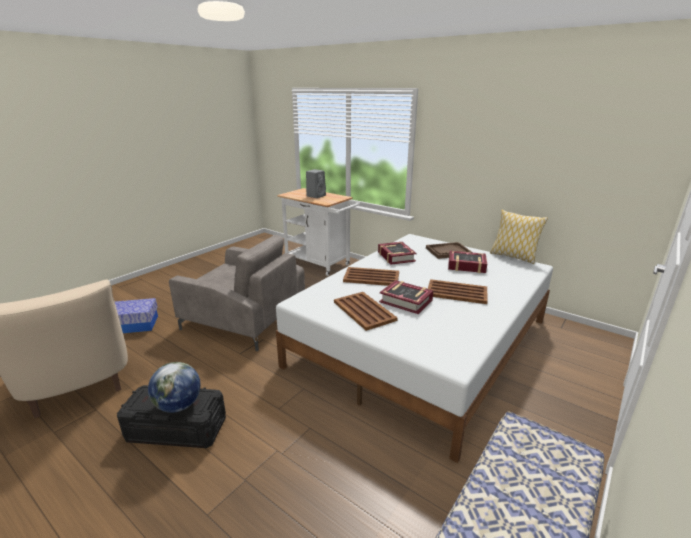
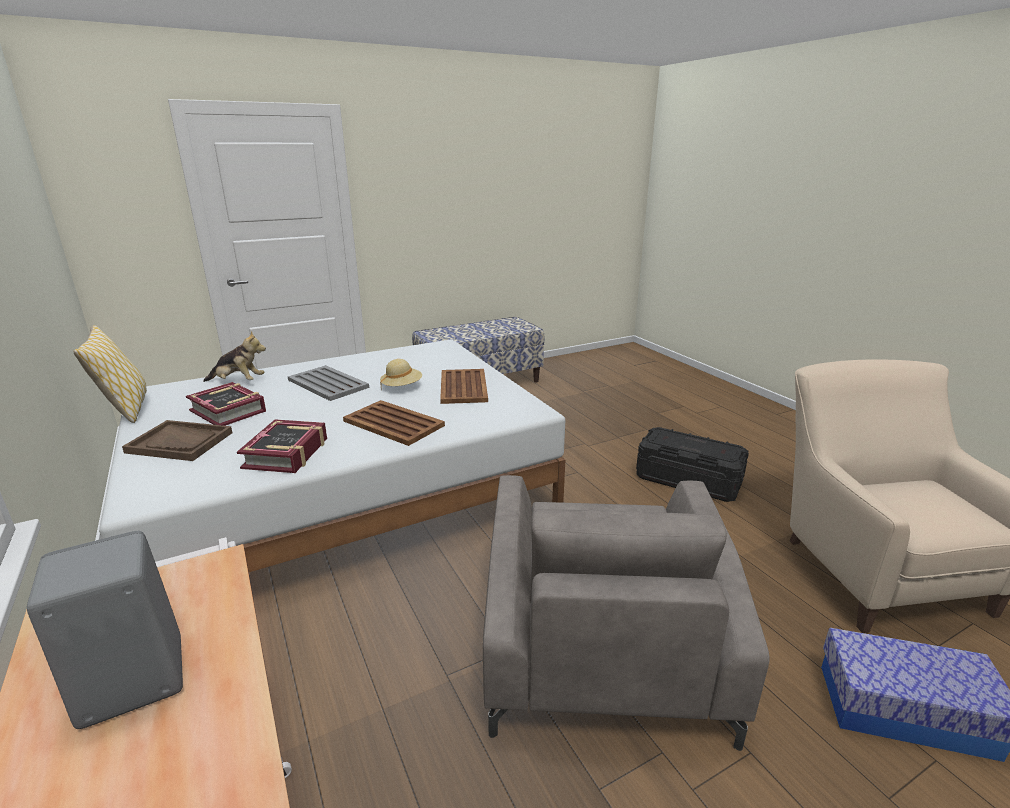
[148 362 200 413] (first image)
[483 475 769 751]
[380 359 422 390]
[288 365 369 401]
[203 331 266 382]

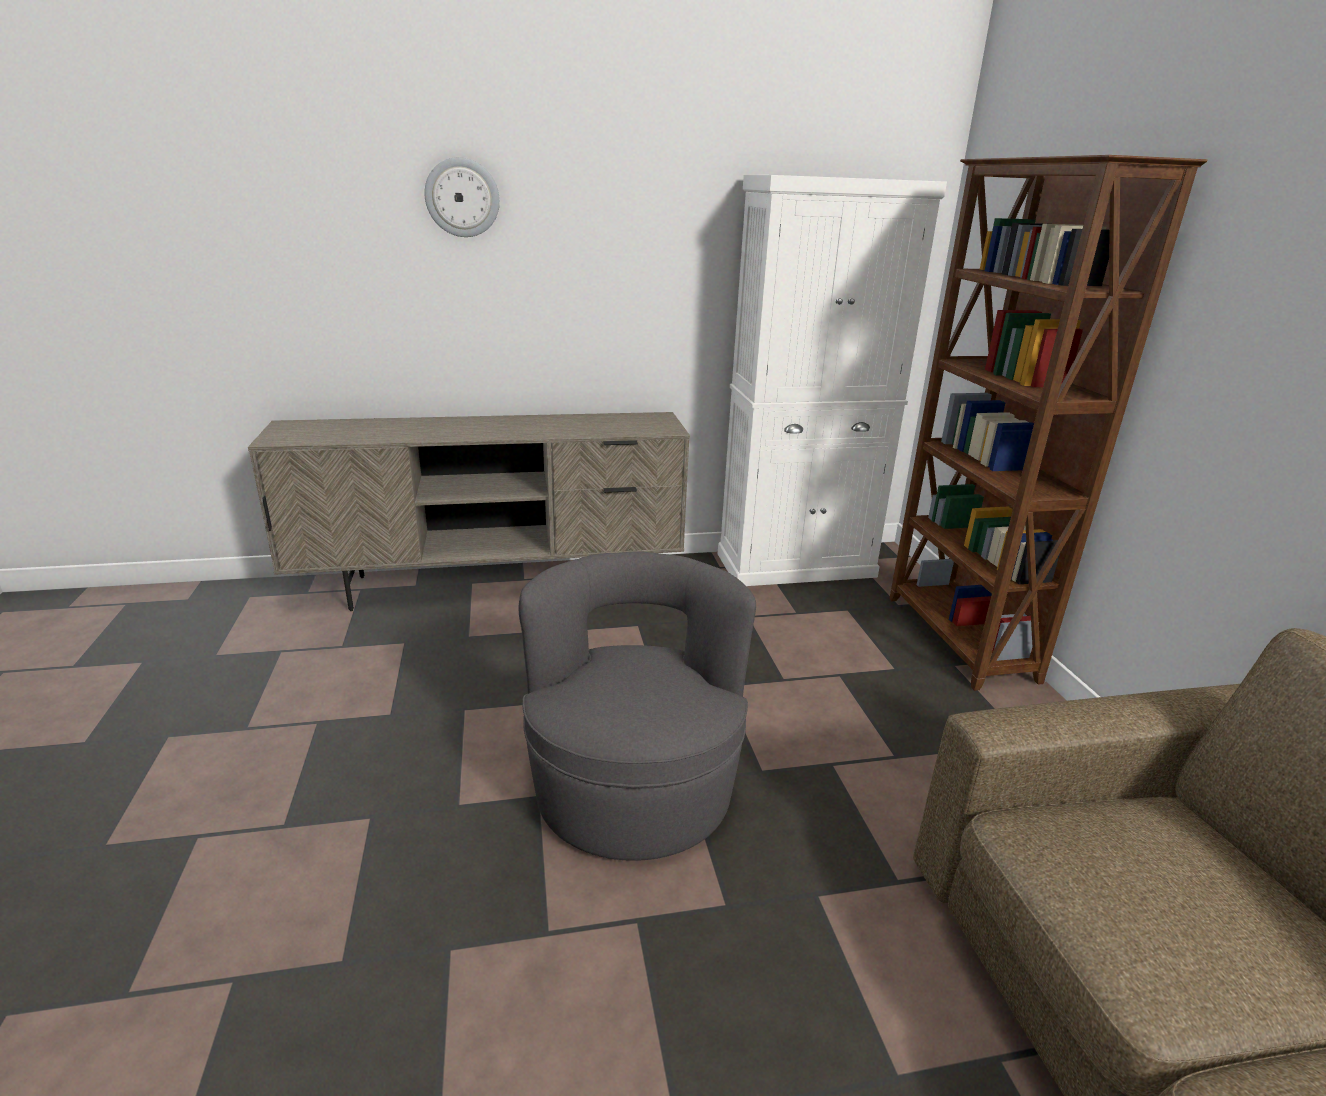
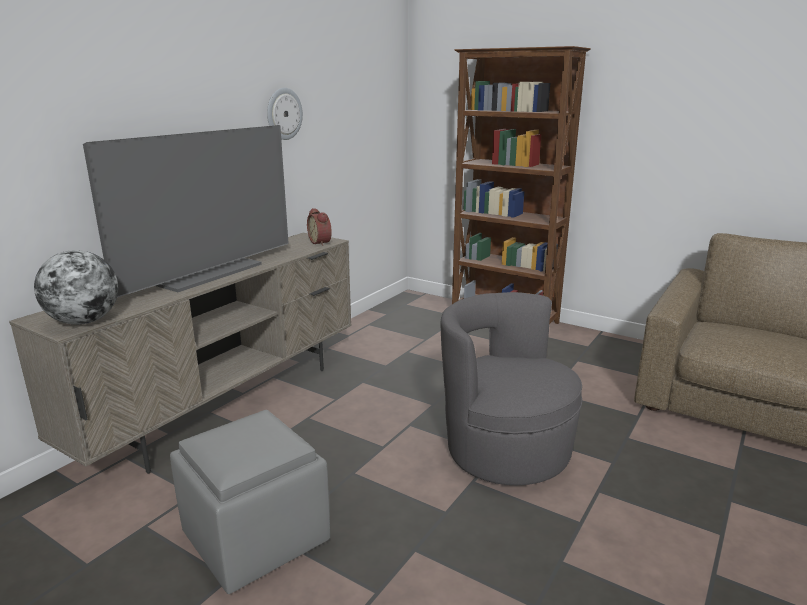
[267 88 303 140]
[718 175 947 586] (first image)
[34 250 118 325]
[83 125 289 298]
[170 410 330 594]
[307 208 332 246]

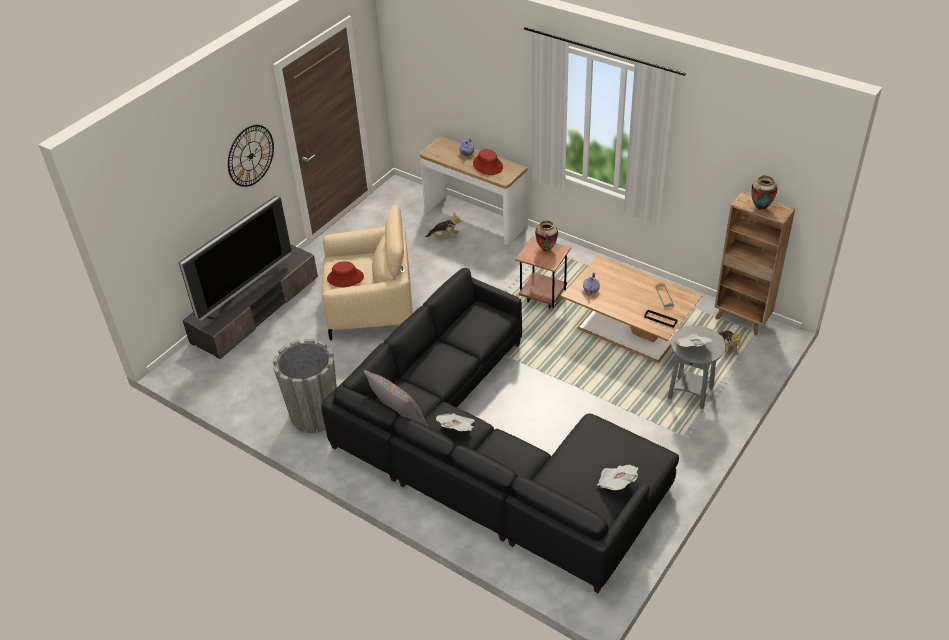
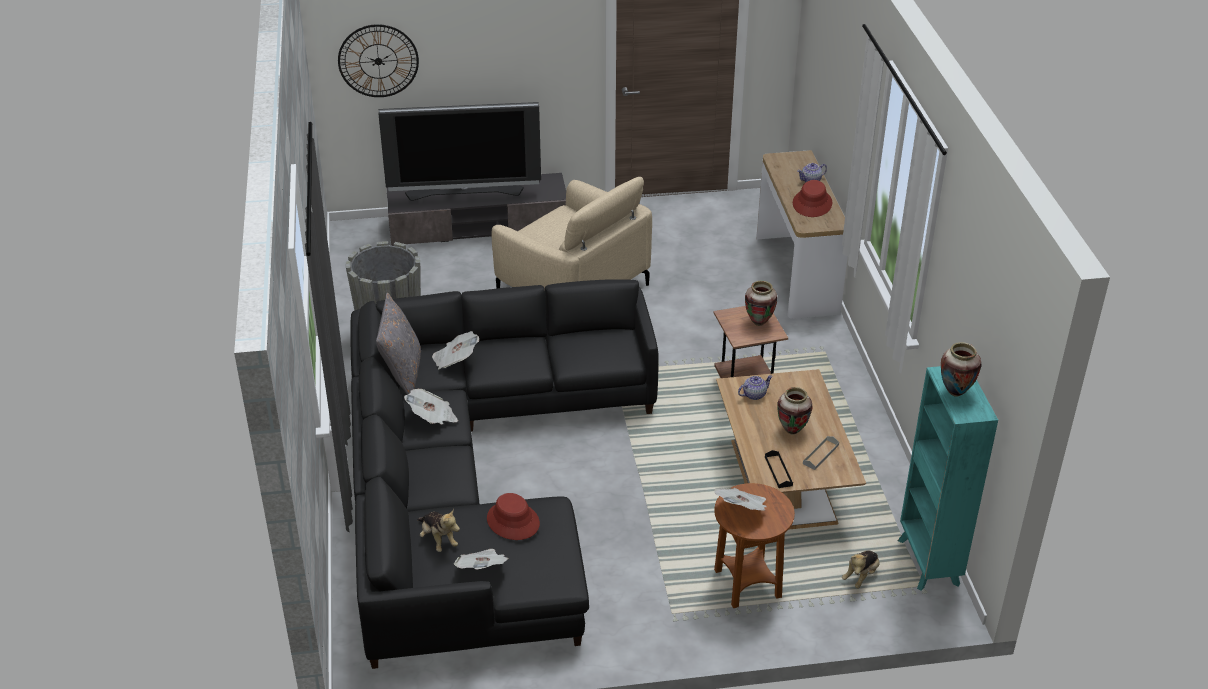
[338 24 419 97]
[487 493 540 540]
[417 509 460 552]
[714 483 795 608]
[898 366 998 591]
[432 331 479 369]
[777 387 813 434]

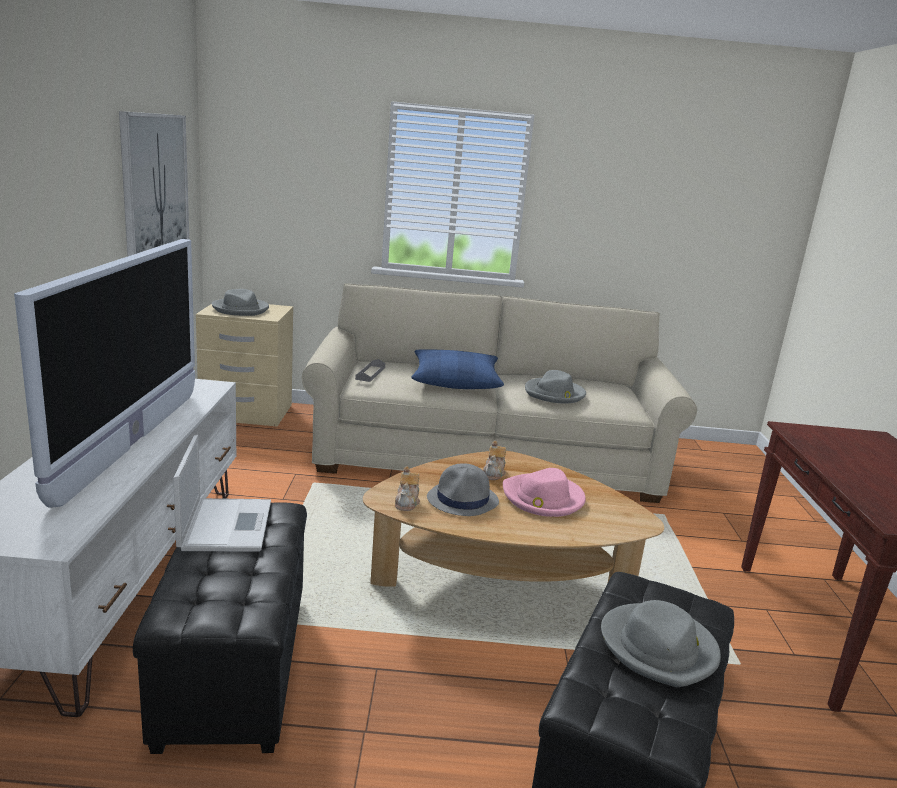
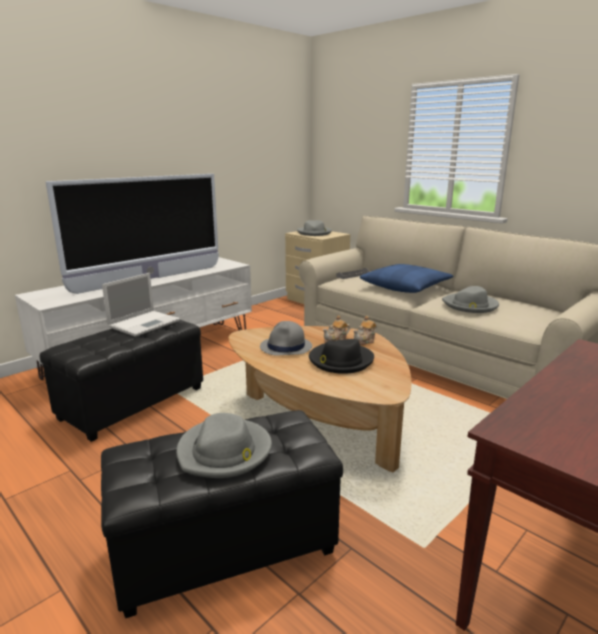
[119 111 189 257] (first image)
[353 316 377 345]
[309 339 374 374]

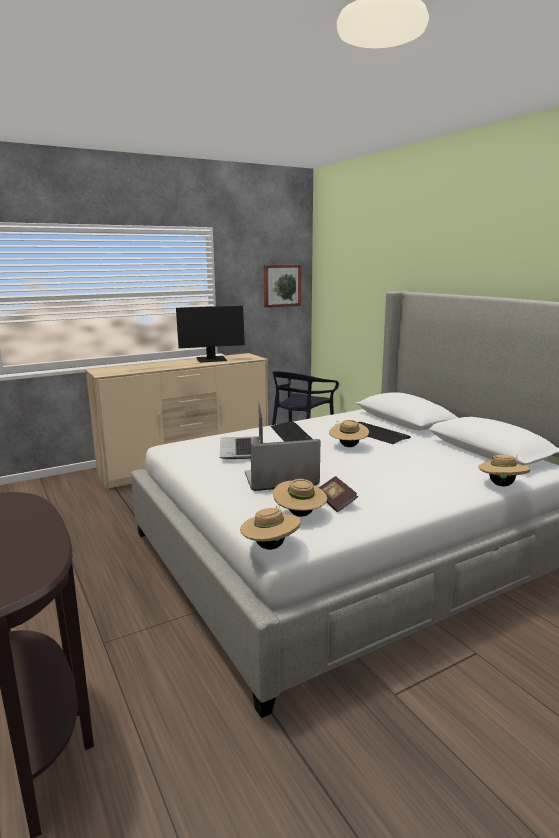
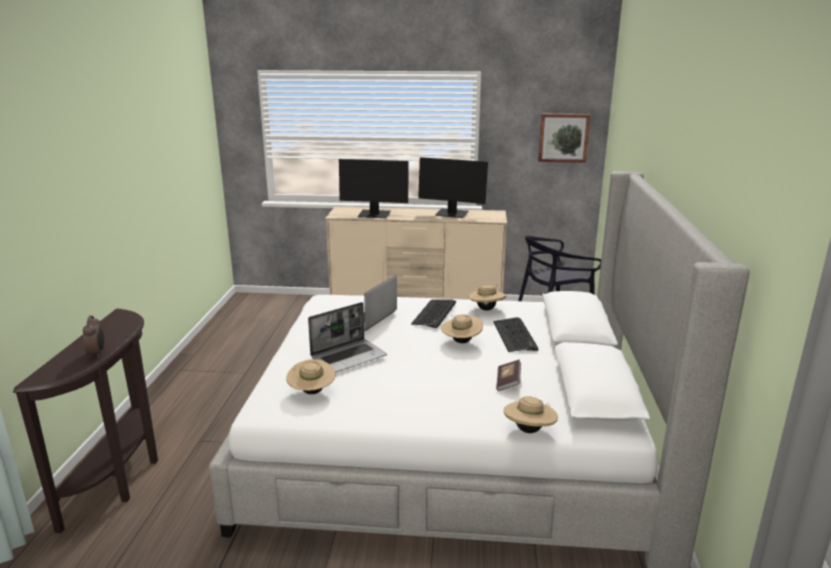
[469 286 506 310]
[308 302 387 373]
[496 359 521 391]
[83 315 104 358]
[339 159 409 218]

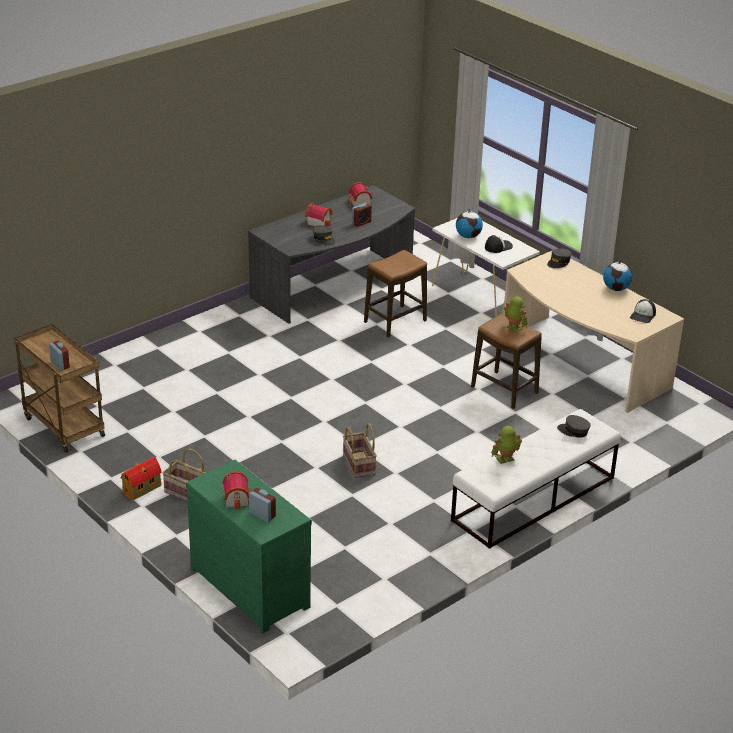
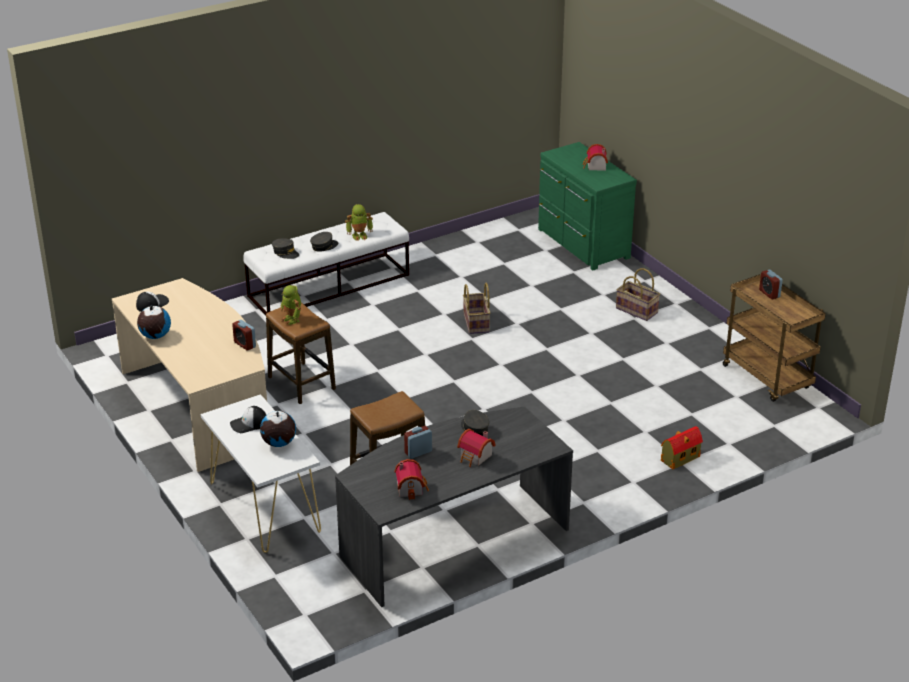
[661 426 703 469]
[232 320 256 351]
[310 232 338 252]

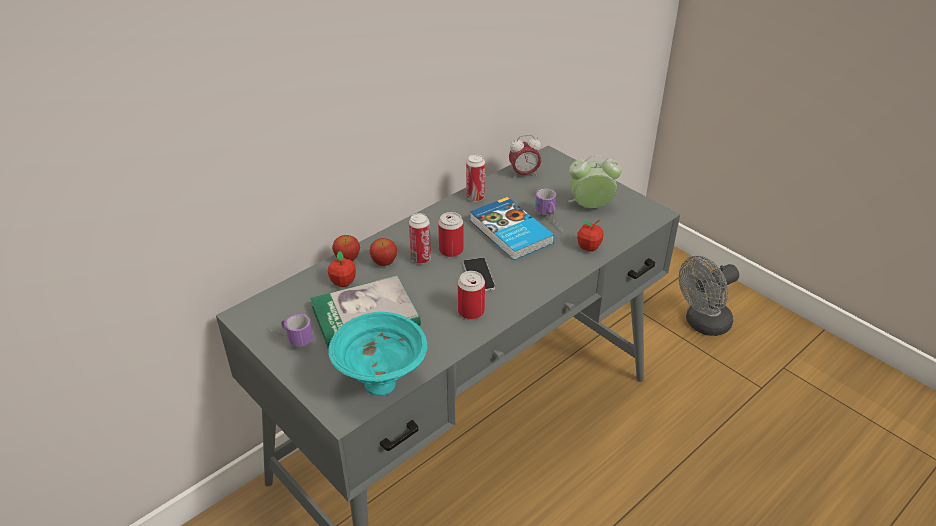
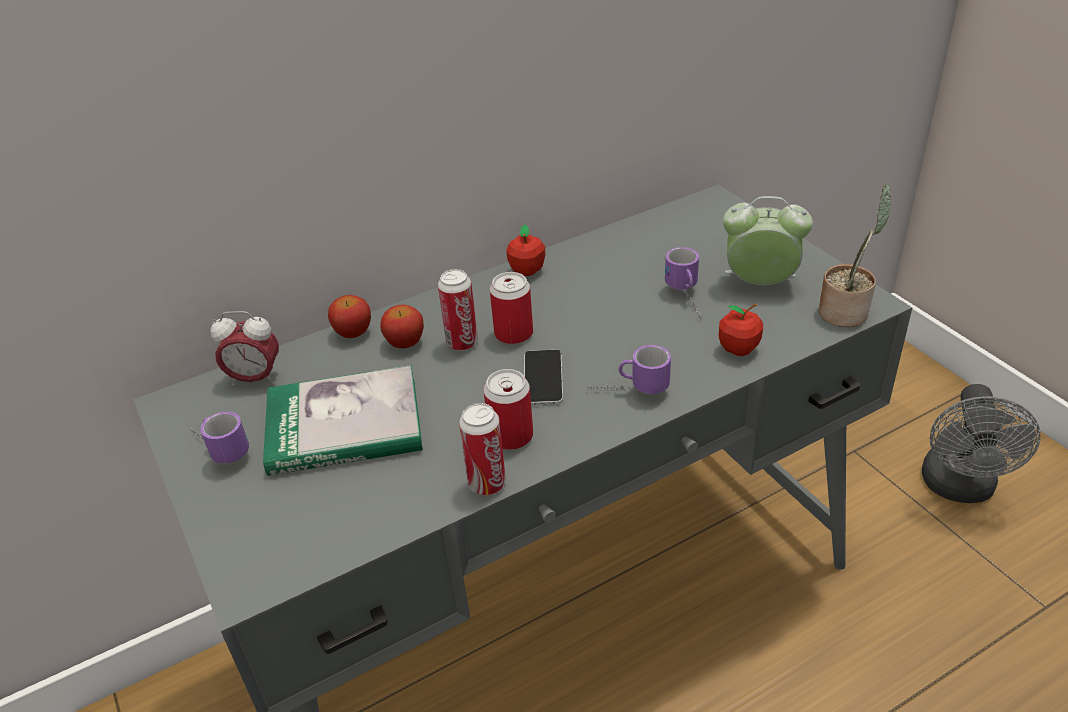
[506 225 545 276]
[328 312 428 396] (first image)
[459 403 506 495]
[470 197 555 261] (first image)
[210 311 279 386]
[922 384 1041 503]
[587 345 671 394]
[819 184 891 327]

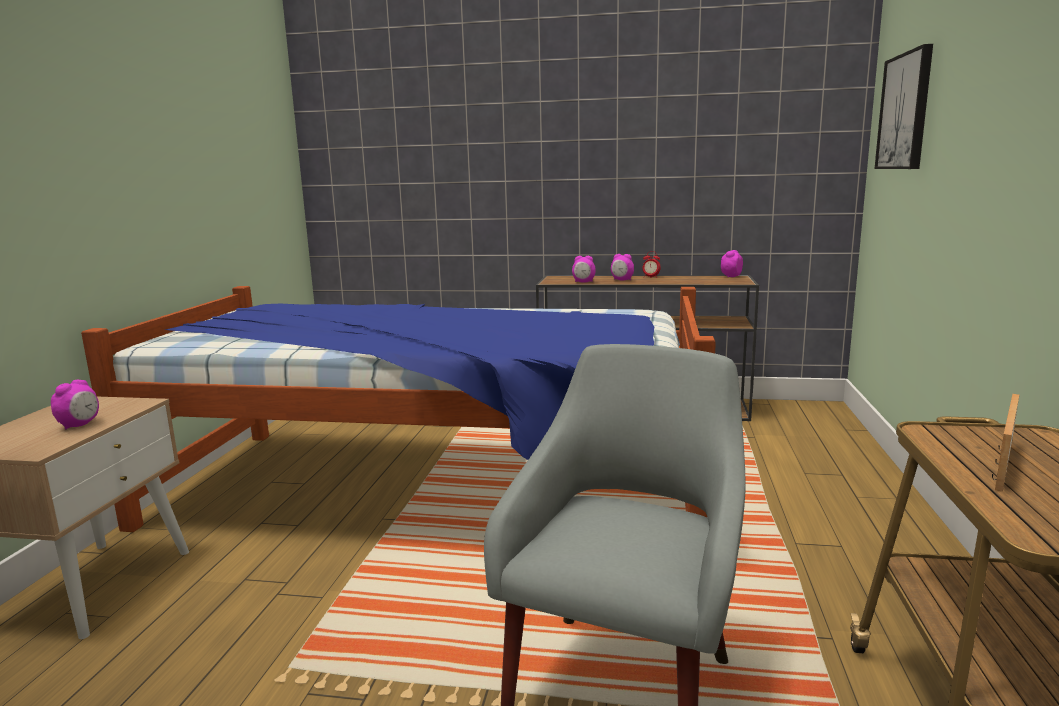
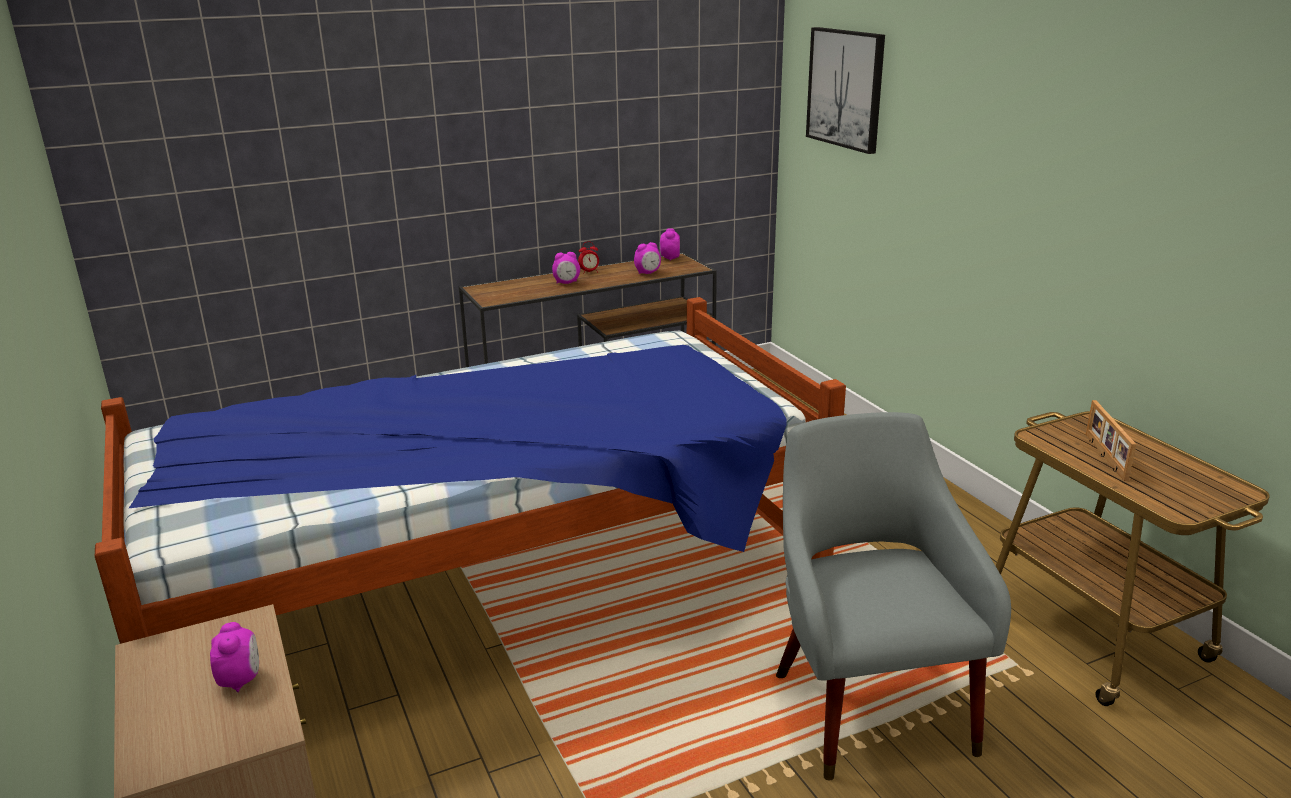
[634 242 661 274]

